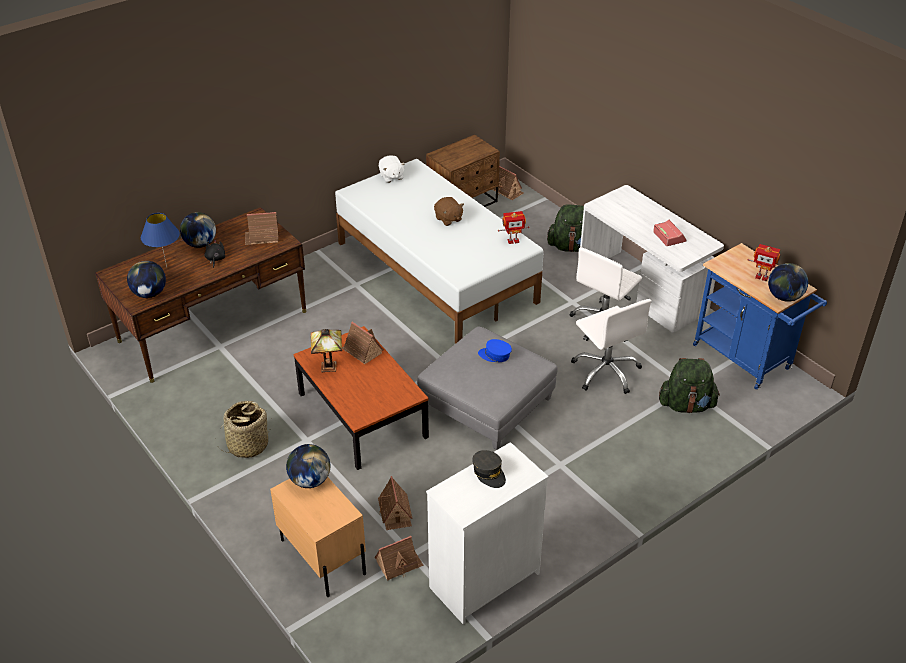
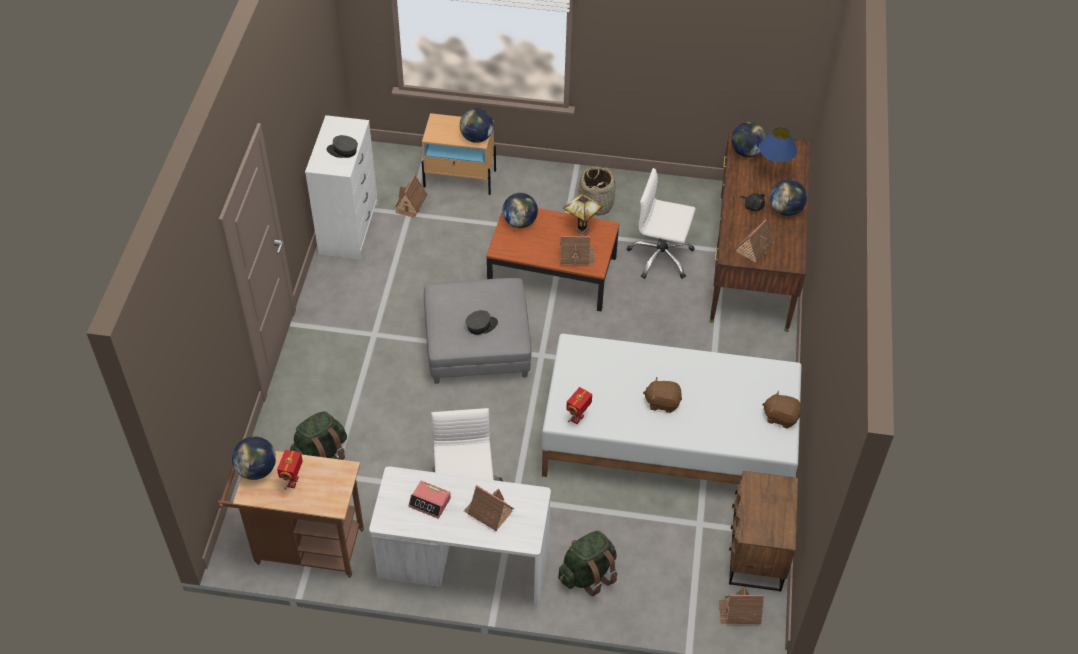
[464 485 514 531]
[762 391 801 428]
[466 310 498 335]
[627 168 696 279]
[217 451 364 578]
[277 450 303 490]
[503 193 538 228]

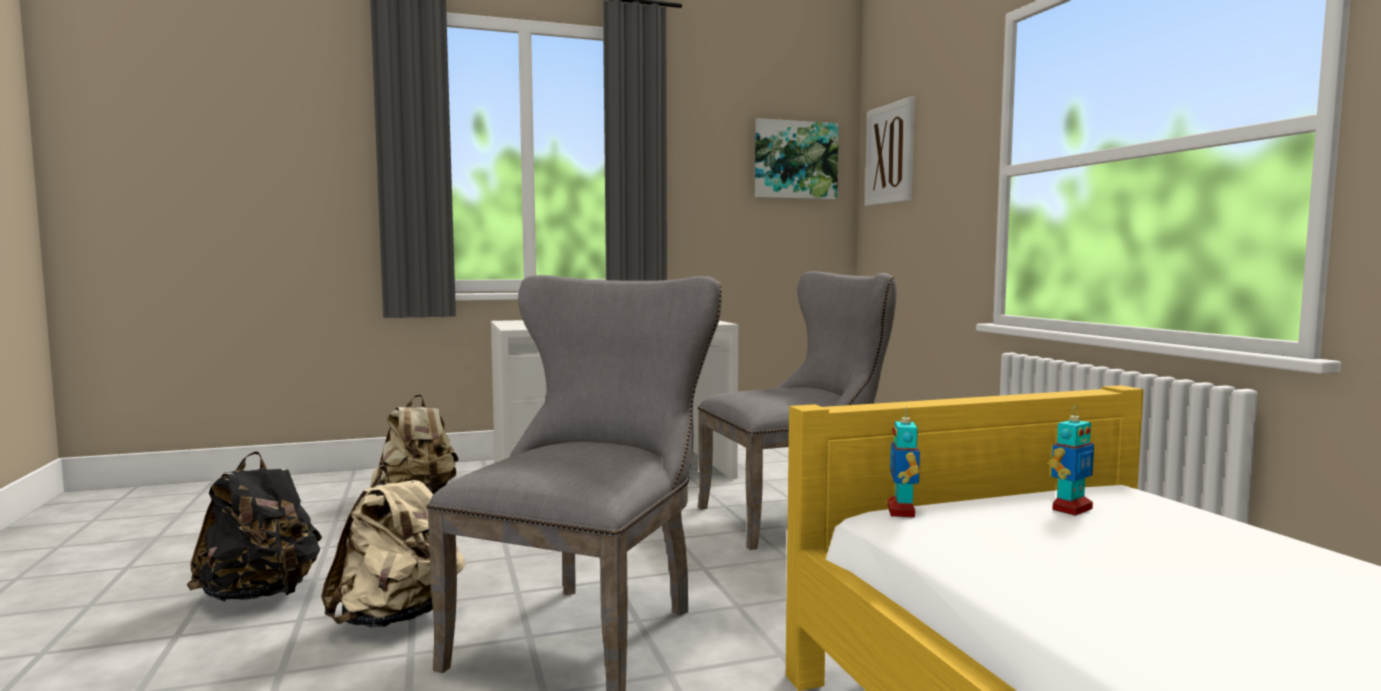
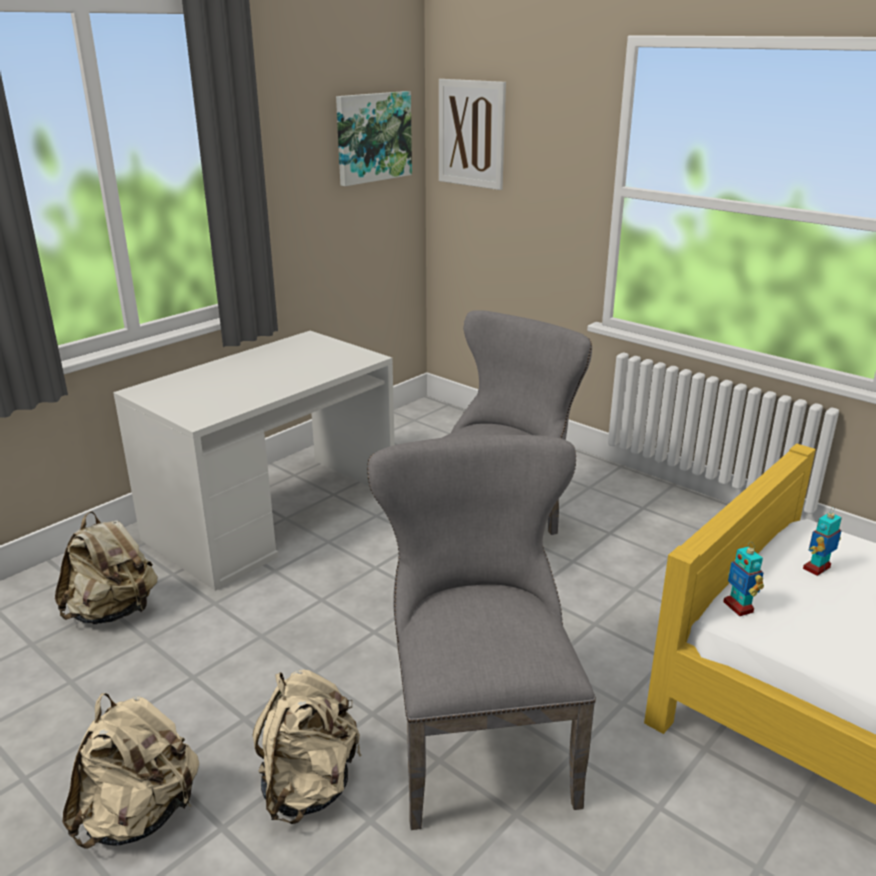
[62 693 199 849]
[803 507 842 576]

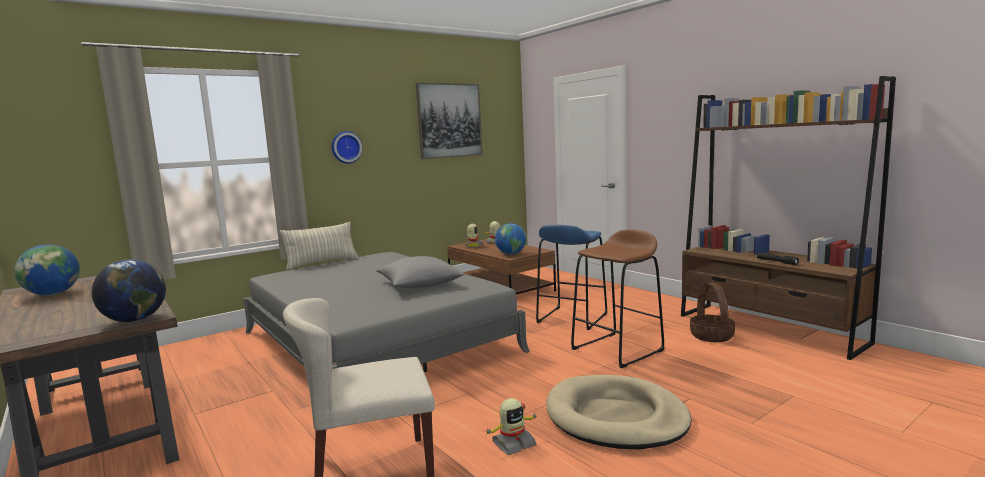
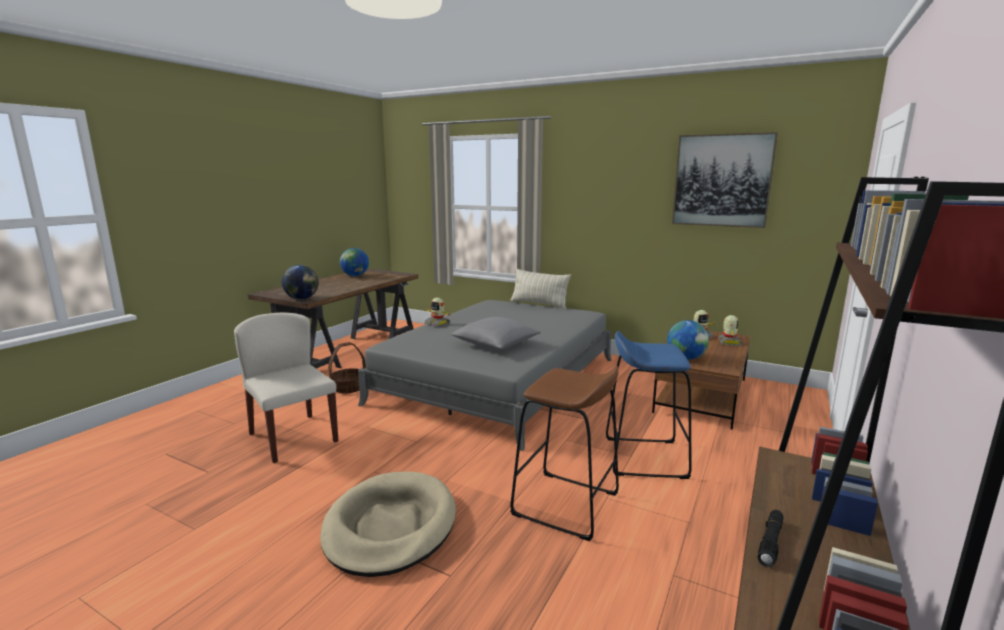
[332 131 362 164] (first image)
[424 298 450 327]
[328 342 366 393]

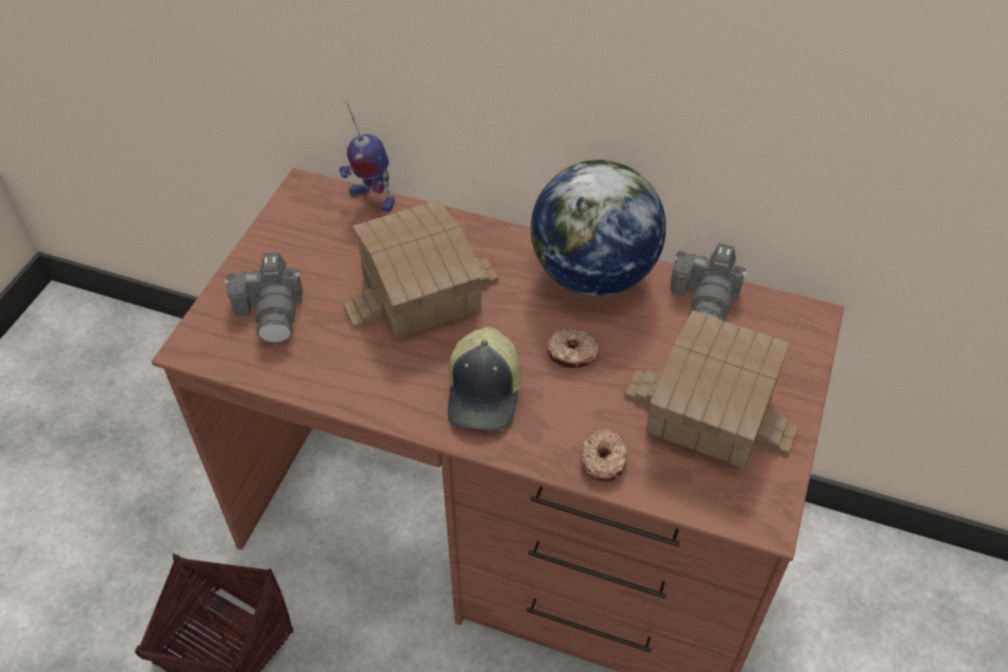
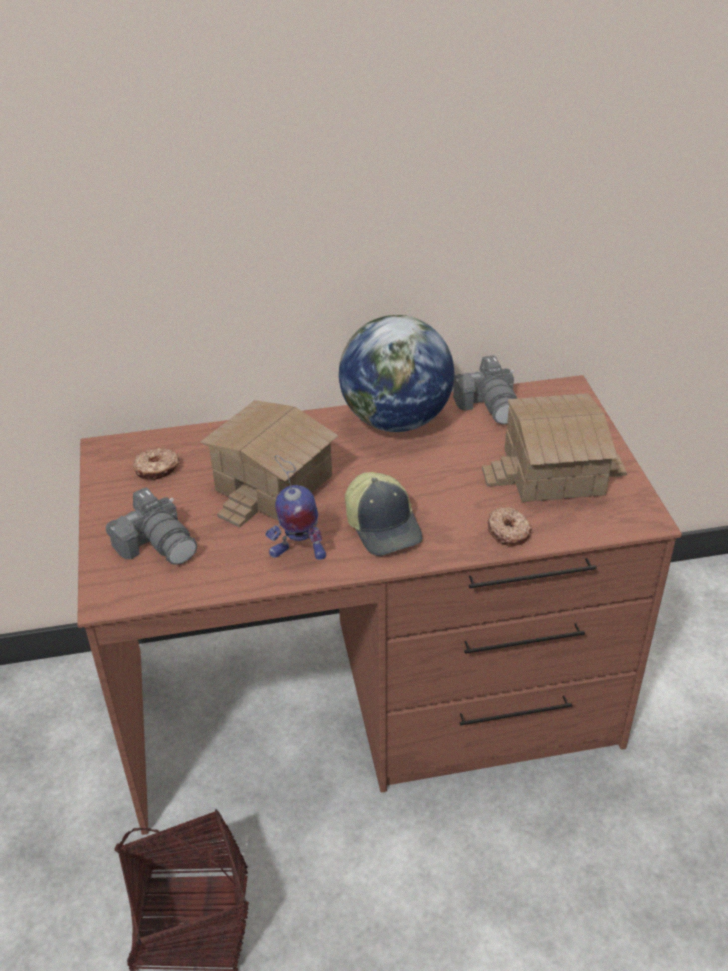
[265 455 326 560]
[133 448 179 480]

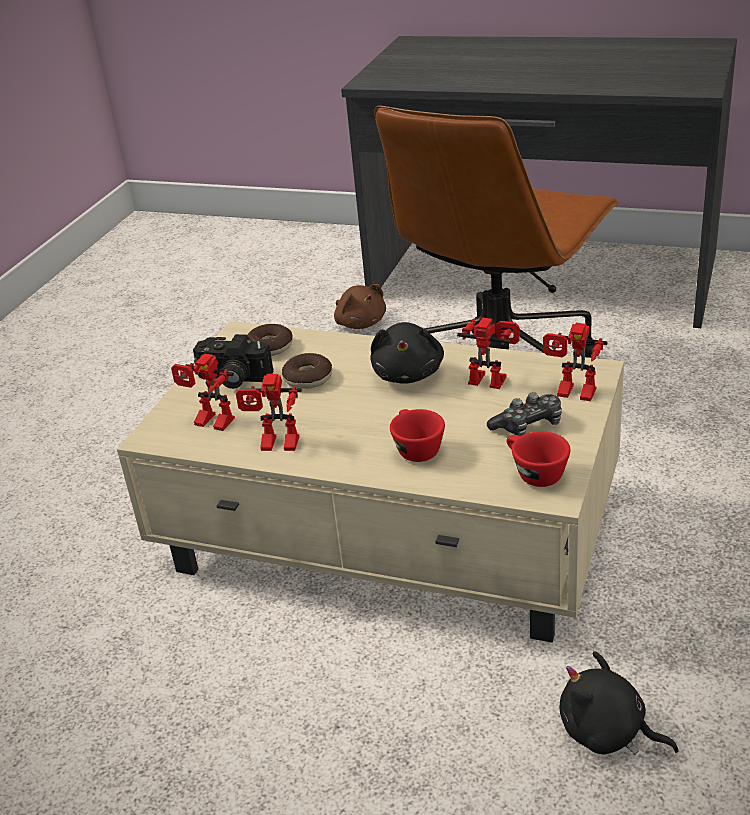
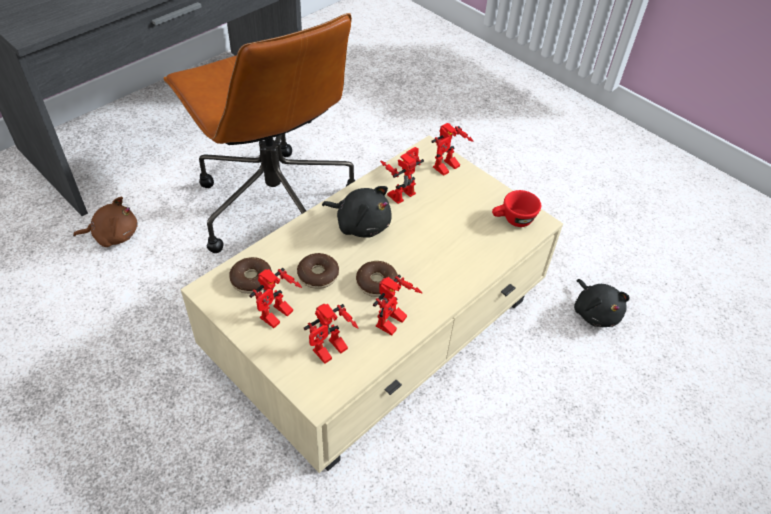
[249 268 302 328]
[390 409 445 462] (first image)
[487 392 562 436] (first image)
[574 279 630 327]
[356 261 398 297]

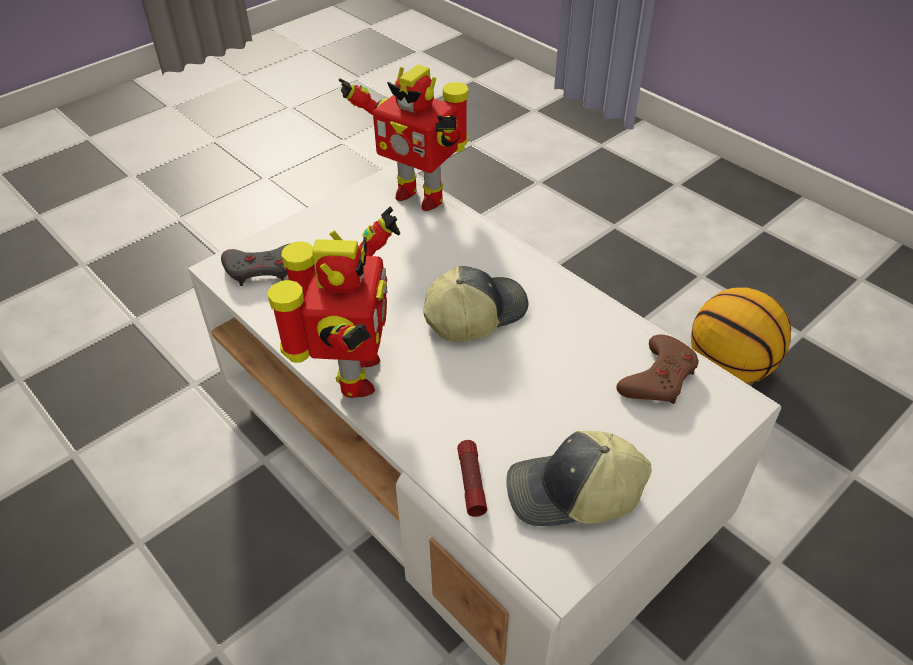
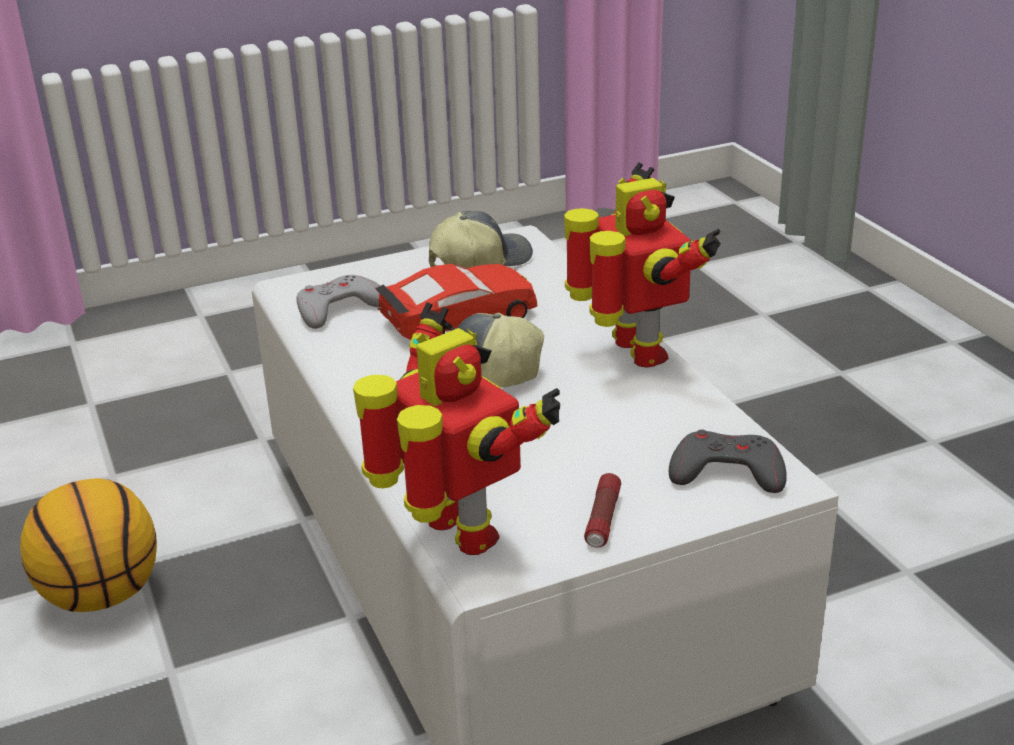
[564 162 721 368]
[584 473 621 548]
[429 211 533 268]
[297 275 380 329]
[375 264 537 340]

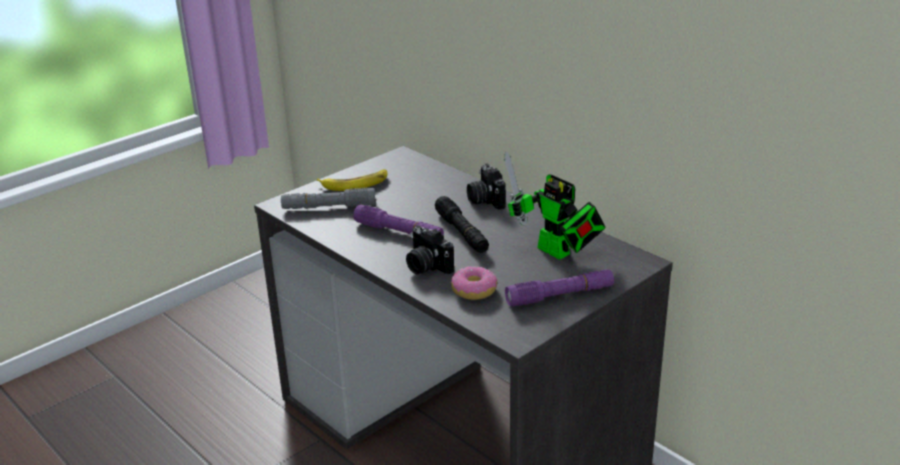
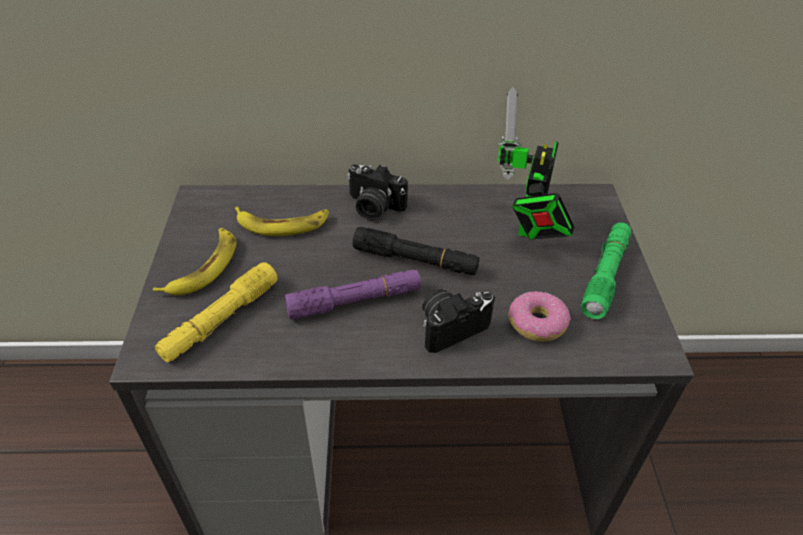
[155 262 278 362]
[422 289 495 353]
[498 87 575 240]
[581 223 631 319]
[235 207 329 236]

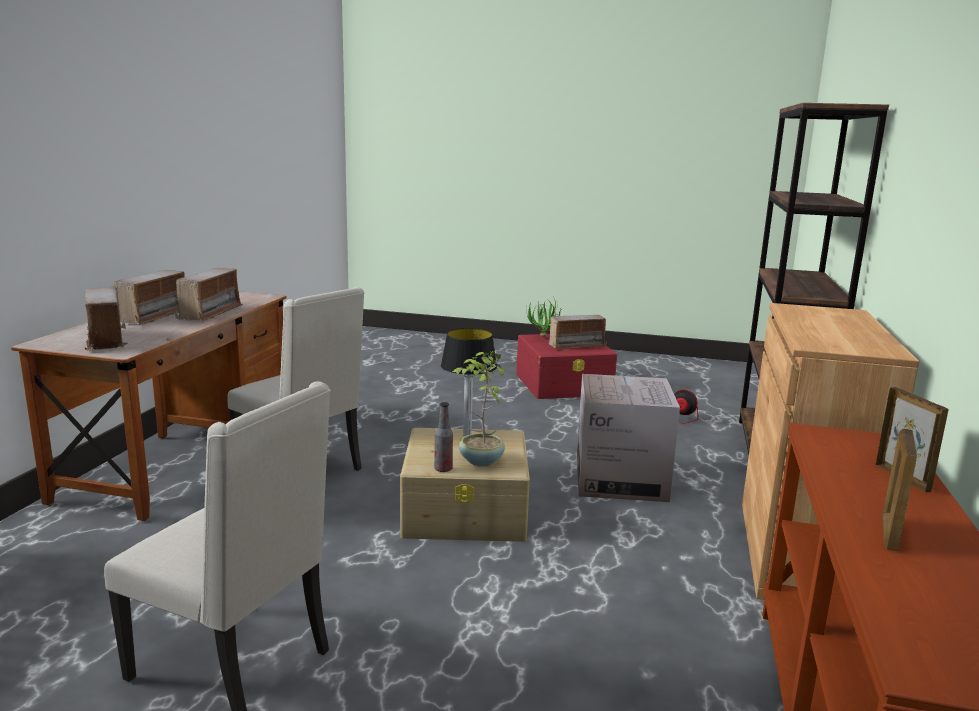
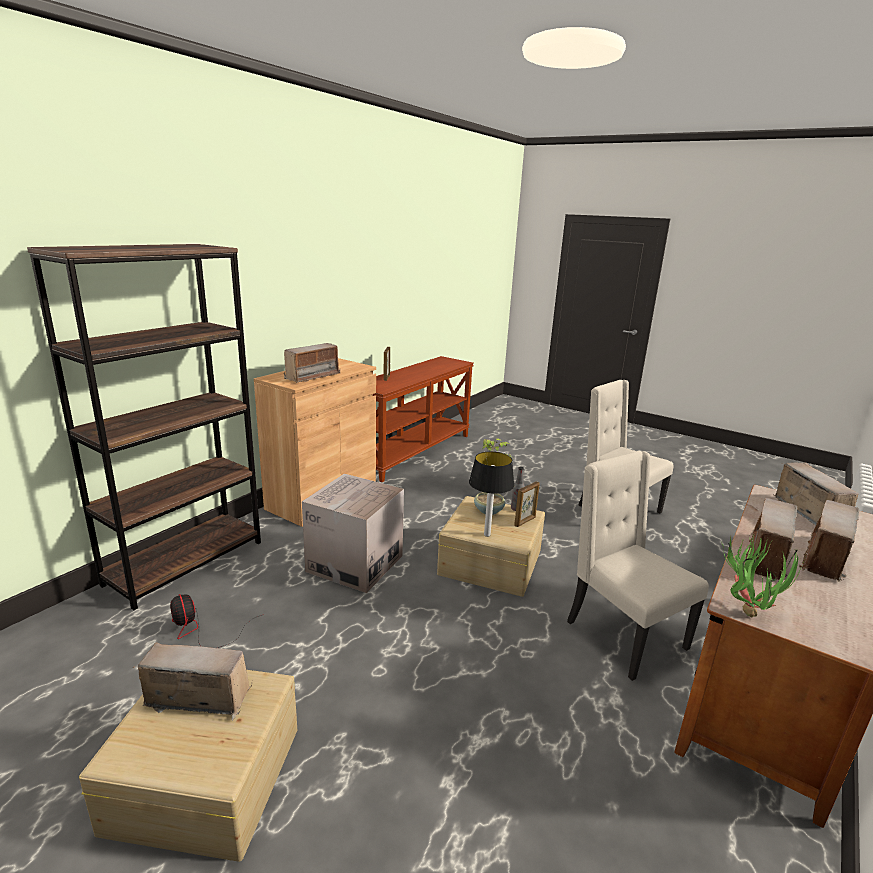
[79 670 297 862]
[721 537 804 617]
[514 481 540 527]
[284 343 341 383]

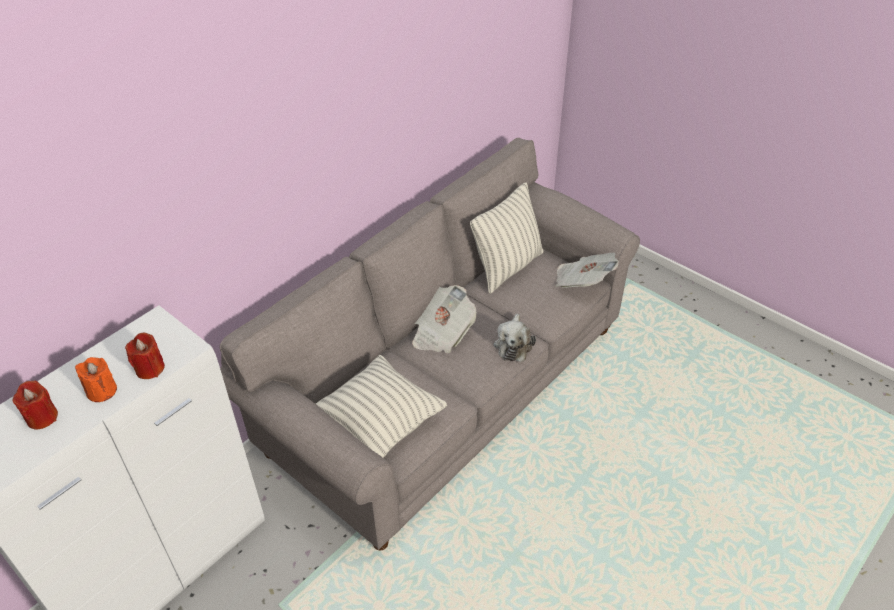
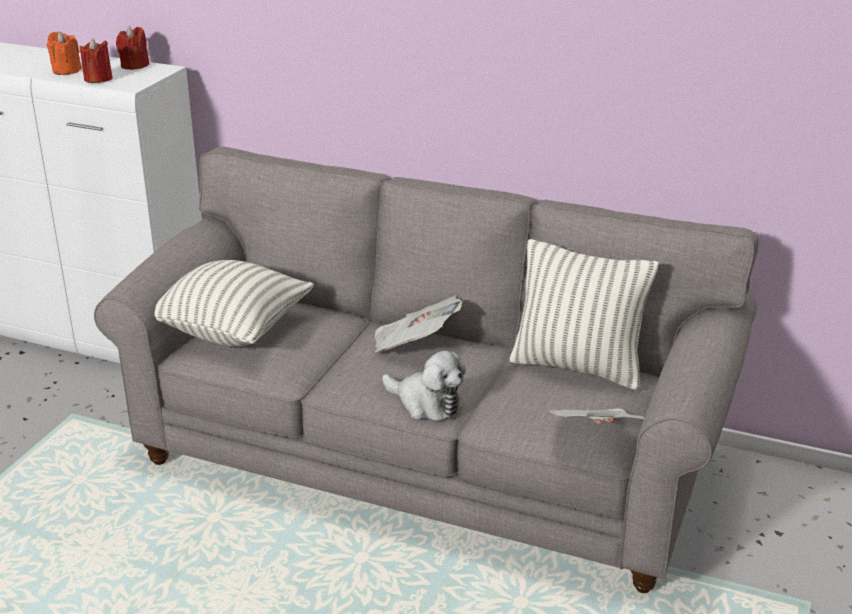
[116 26 149 70]
[382 351 466 421]

